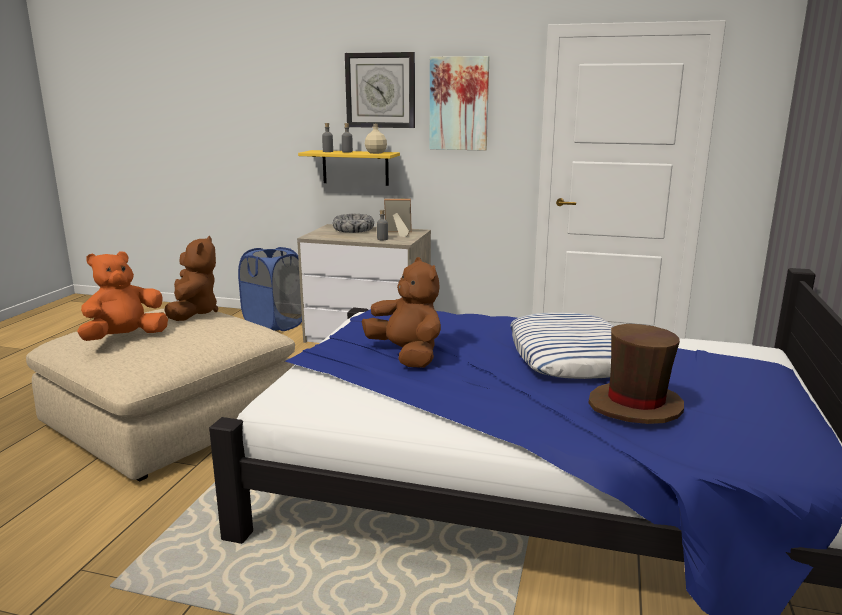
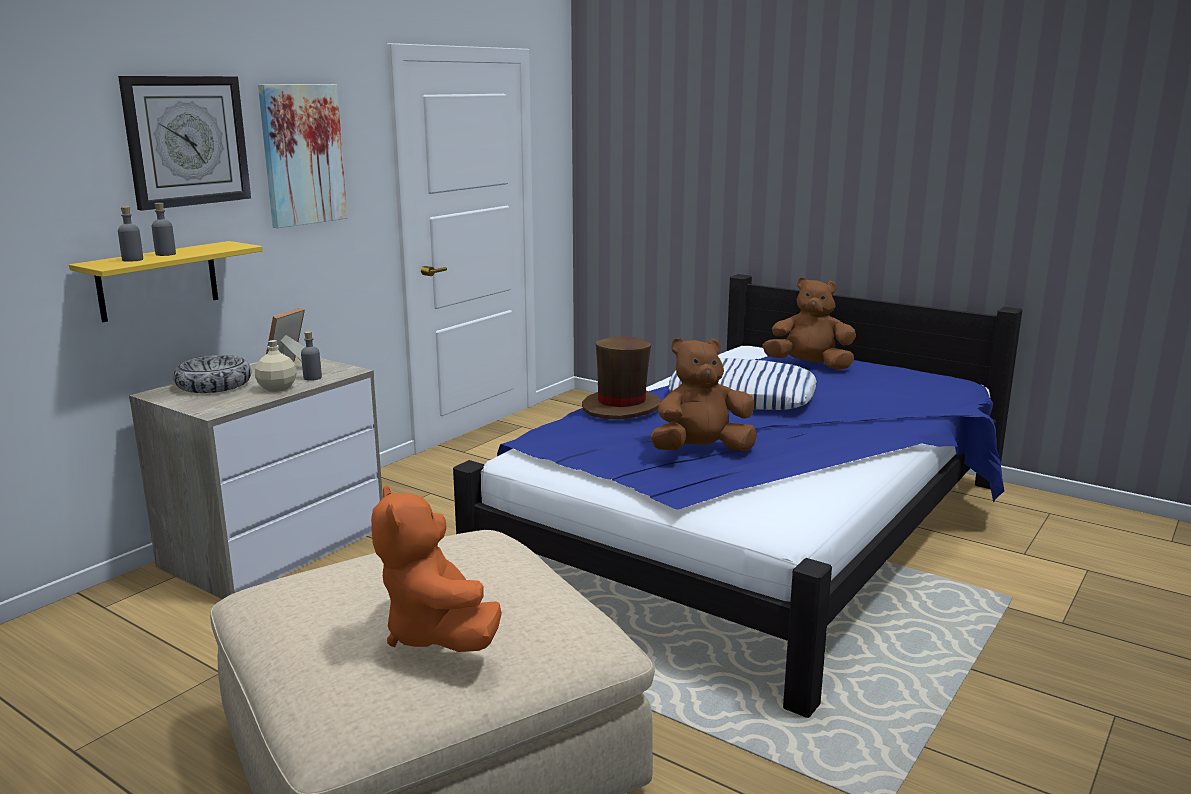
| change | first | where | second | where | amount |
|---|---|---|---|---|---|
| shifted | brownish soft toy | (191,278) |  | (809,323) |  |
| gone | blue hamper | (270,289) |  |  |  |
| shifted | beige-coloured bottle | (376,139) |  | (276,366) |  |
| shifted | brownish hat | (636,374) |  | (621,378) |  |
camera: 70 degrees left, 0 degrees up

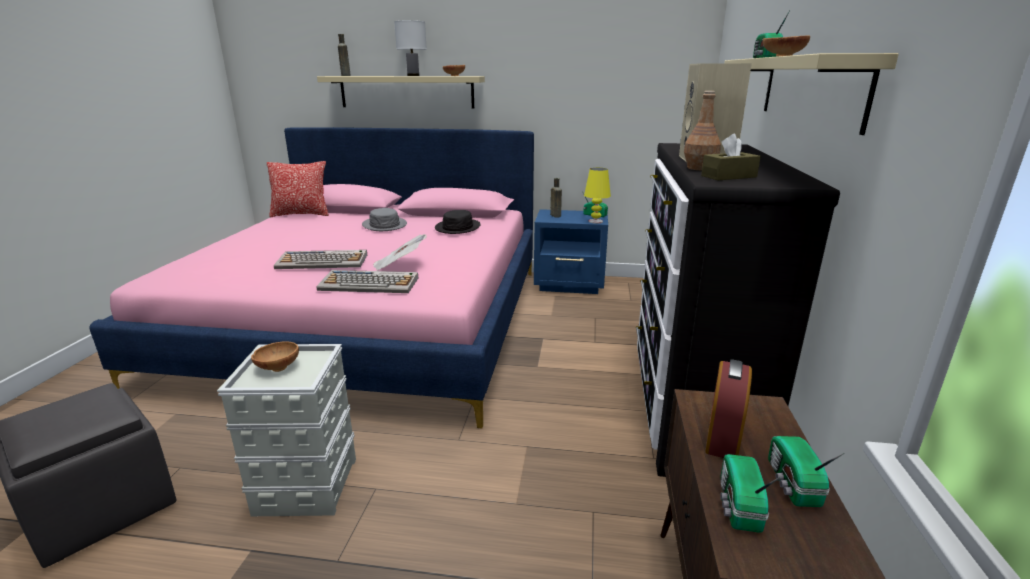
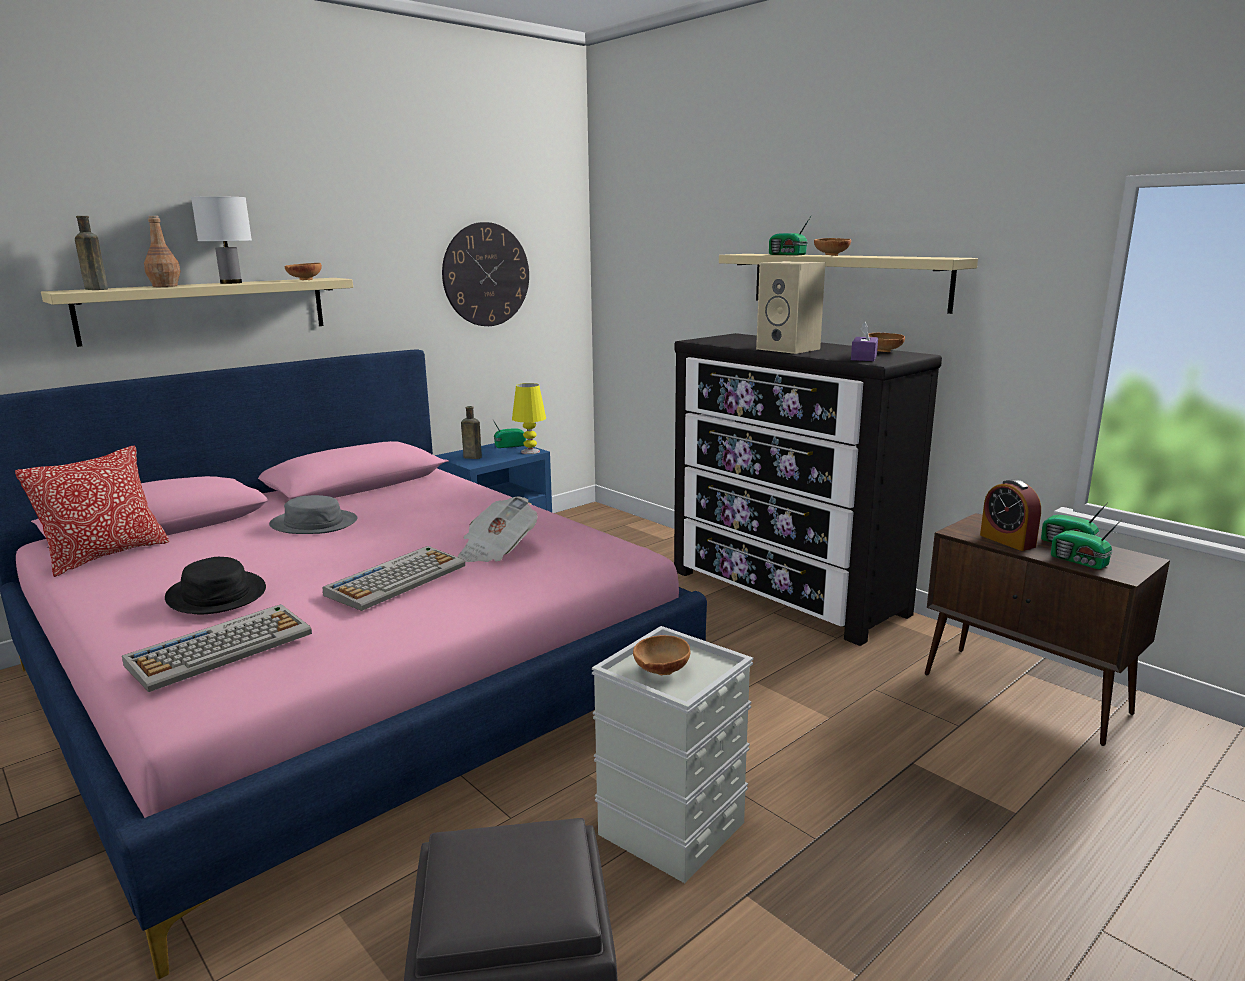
| change | first | where | second | where | amount |
|---|---|---|---|---|---|
| shifted | PC keyboard | (367,281) |  | (217,648) |  |
| shifted | black-coloured hat | (458,222) |  | (215,585) |  |
| shifted | brownish bottle | (702,130) |  | (162,251) |  |
| repainted | brownish tissue box | (731,157) | purplish tissue box | (864,341) |  |
| new |  |  | wall clock | (485,274) |  |
| new |  |  | brownish serving bowl | (886,342) |  |
camera: 50 degrees left, 5 degrees down

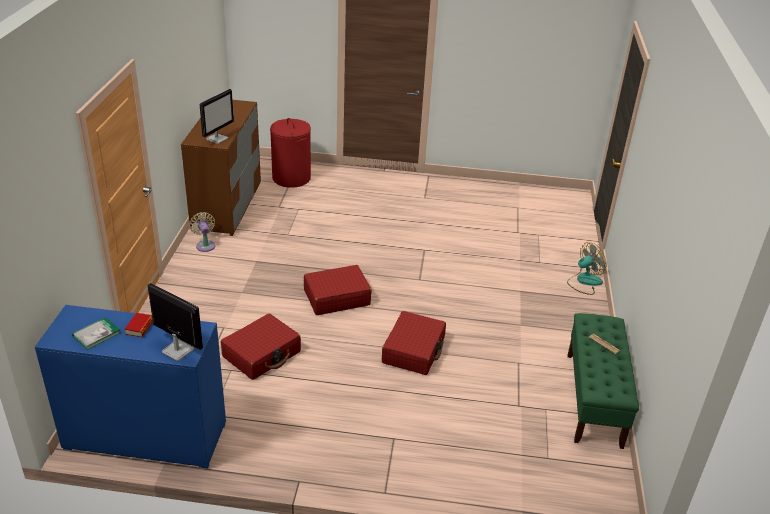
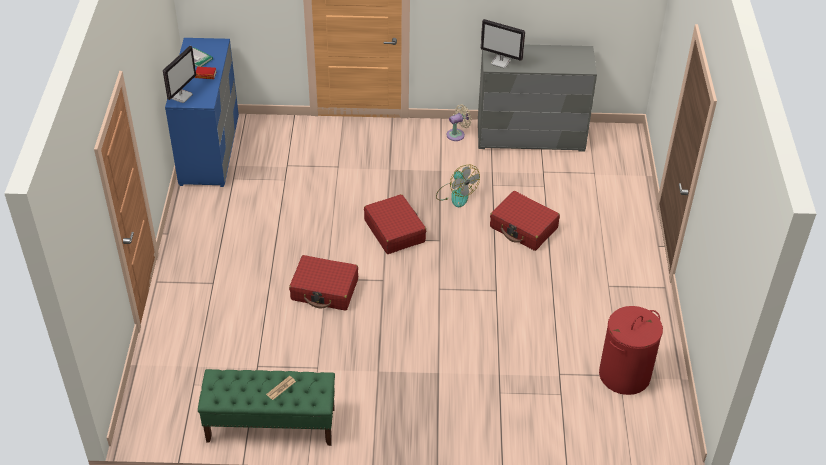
| change | first | where | second | where | amount |
|---|---|---|---|---|---|
| repainted | brownish dresser | (221,168) | grey dresser | (537,98) |  |
| shifted | red-coloured suitcase | (261,346) |  | (525,221) |  |
| shifted | red-coloured hamper | (290,153) |  | (631,350) |  |
| shifted | fan | (586,268) |  | (458,186) |  |
camera: 85 degrees right, 10 degrees up

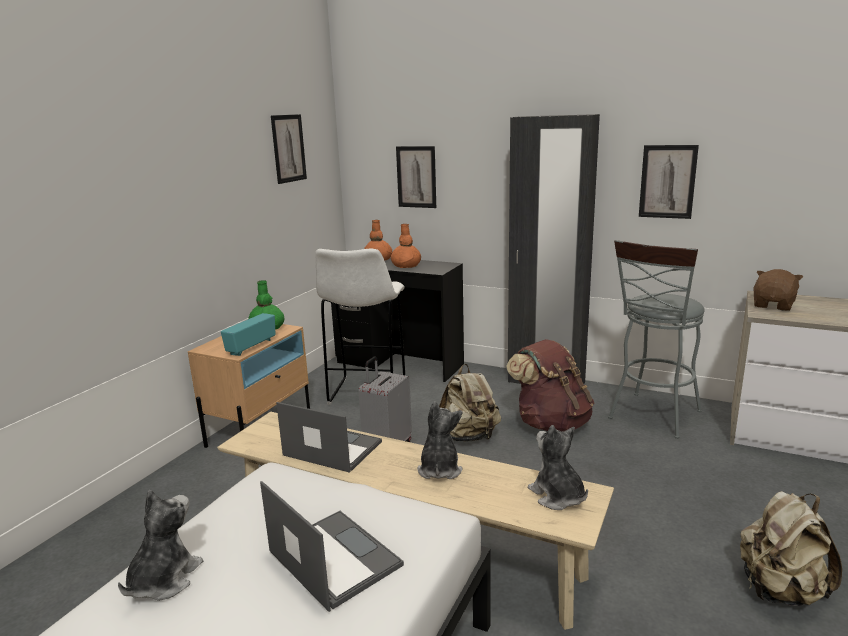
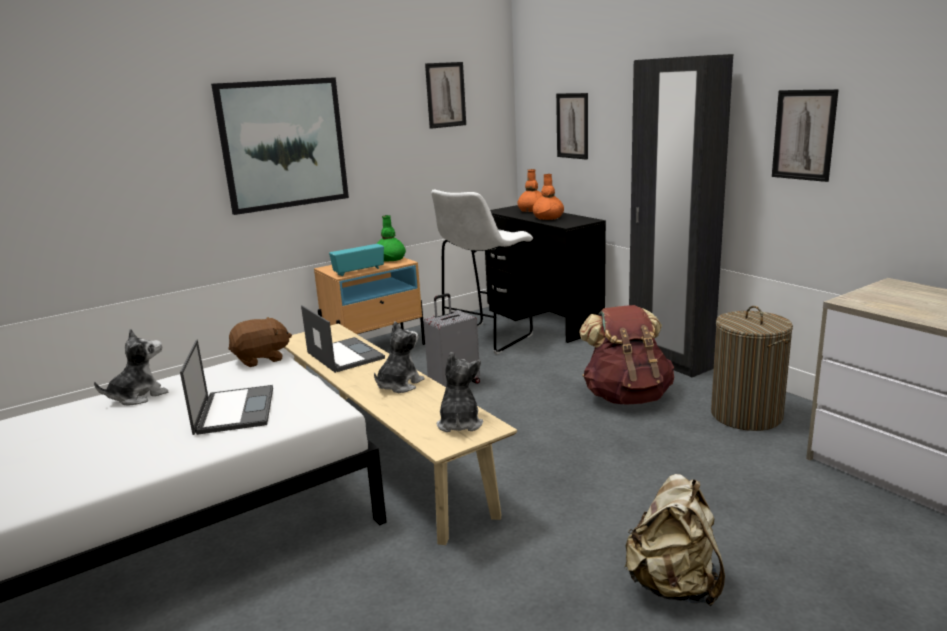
| change | first | where | second | where | amount |
|---|---|---|---|---|---|
| gone | beige-coloured rucksack | (470,403) |  |  |  |
| swapped | grey stool | (656,339) | hamper | (752,368) |  |
| shifted | brownish soft toy | (778,290) |  | (260,342) |  |
| new |  |  | wall art | (280,146) |  |
camera: 30 degrees right, 0 degrees up

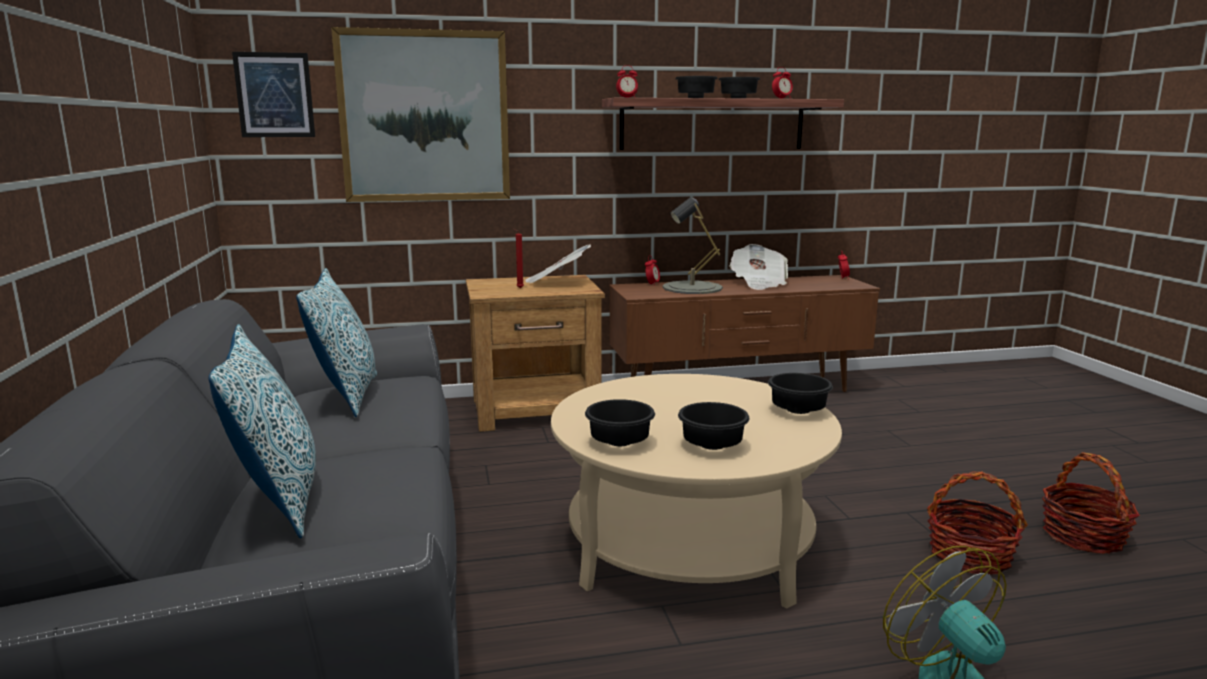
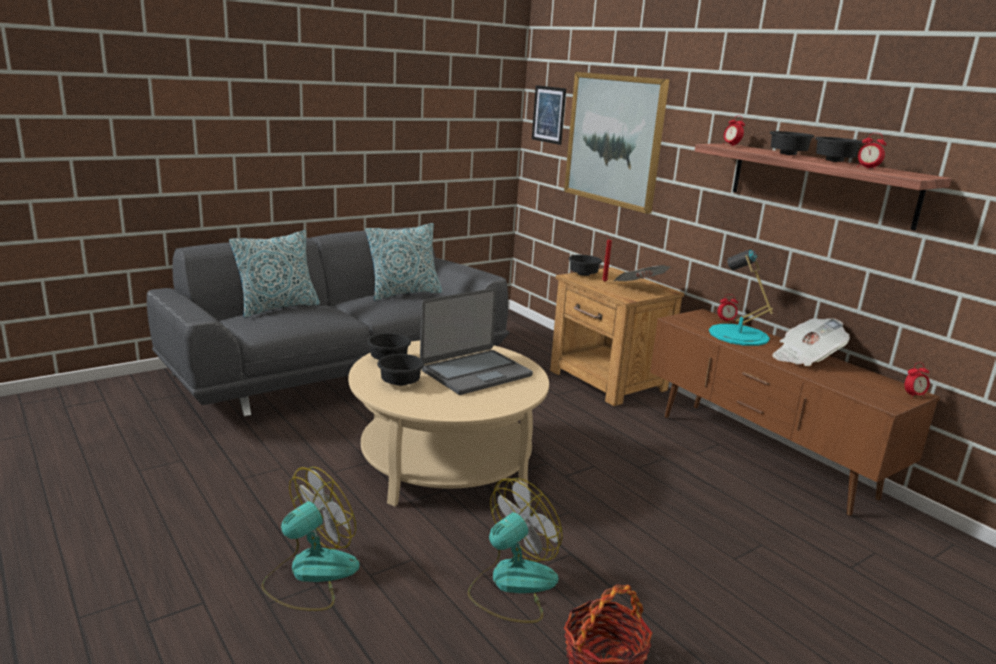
| change | first | where | second | where | amount |
|---|---|---|---|---|---|
| repainted | grey table lamp | (692,245) | turquoise table lamp | (741,297) |  |
| shifted | black-coloured serving bowl | (800,393) |  | (585,265) |  |
| swapped | household basket | (977,523) | fan | (515,550) |  |
| new |  |  | portable computer | (476,341) |  |
camera: 65 degrees right, 5 degrees up

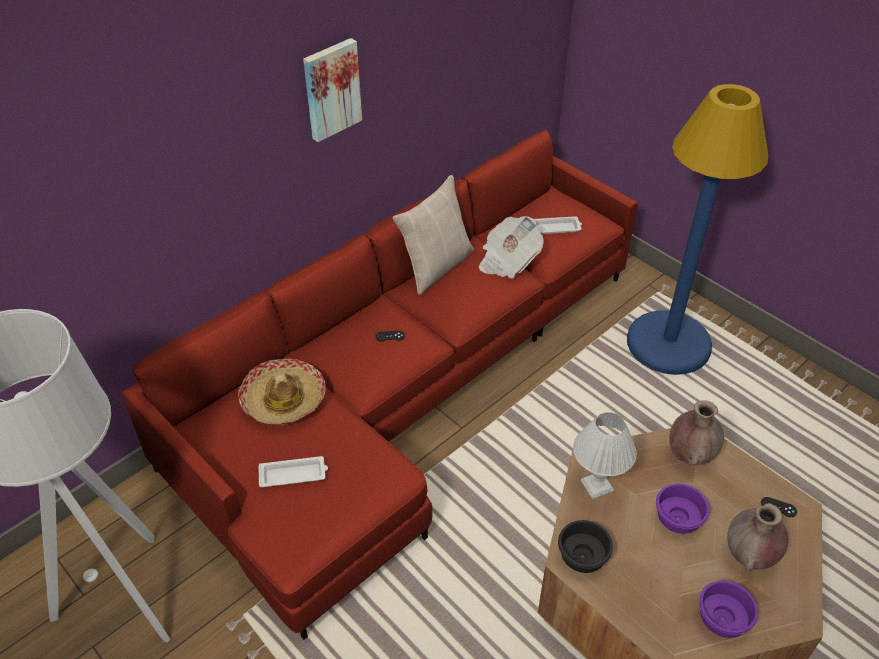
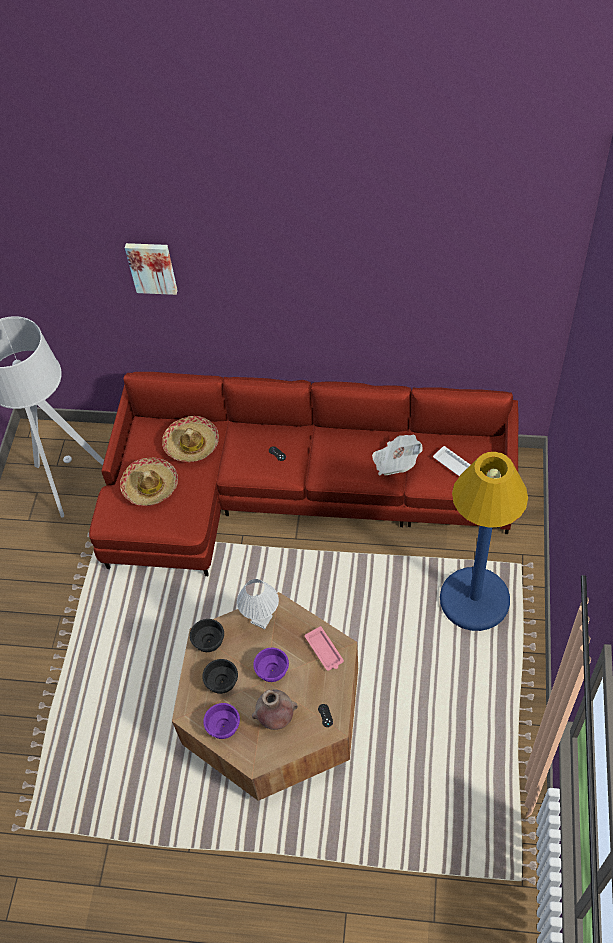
| change | first | where | second | where | amount |
|---|---|---|---|---|---|
| swapped | white serving tray | (293,471) | hat | (149,482) |  |
| shifted | wall art | (332,90) |  | (151,269) |  |
| gone | beige-coloured throw pillow | (433,235) |  |  |  |
| swapped | brownish vase | (696,432) | pink serving tray | (324,648) |  |
| new |  |  | black-coloured serving bowl | (220,676) |  |
camera: 55 degrees right, 10 degrees up

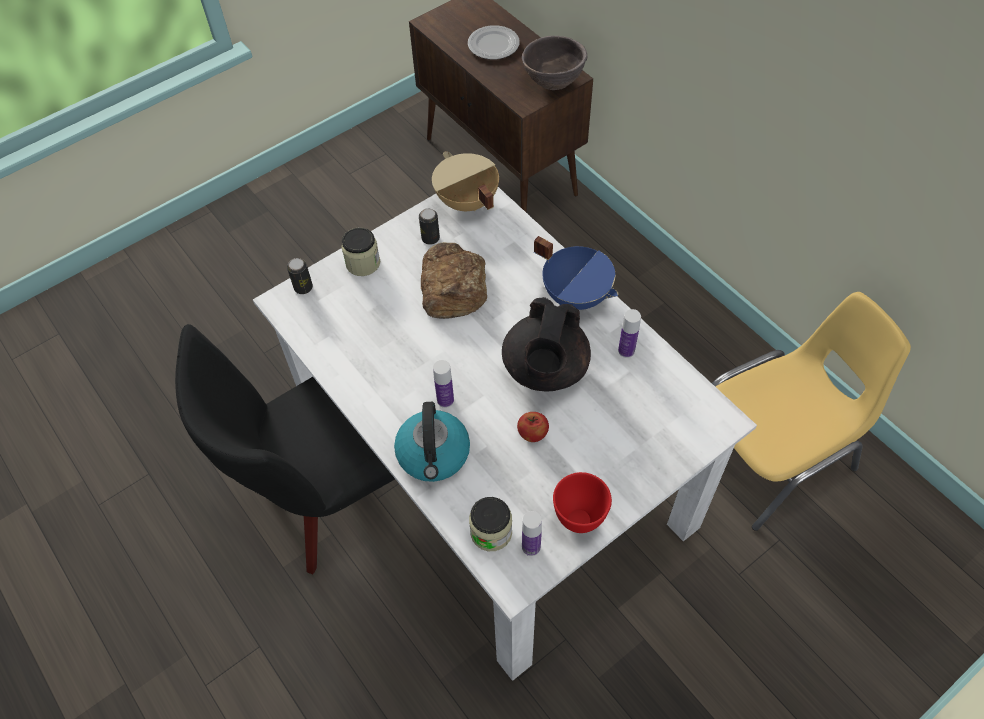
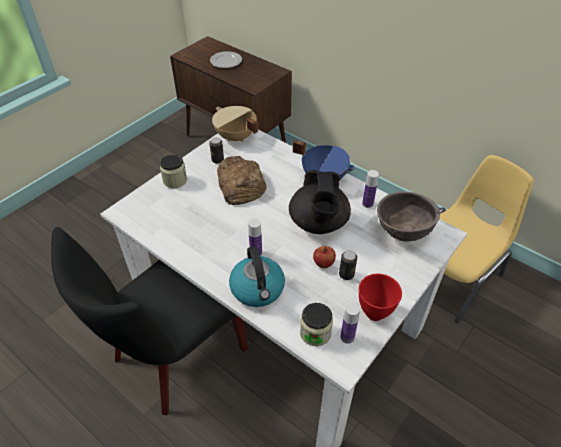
| change | first | where | second | where | amount |
|---|---|---|---|---|---|
| shifted | can | (300,276) |  | (348,265) |  |
| shifted | brownish serving bowl | (555,63) |  | (408,216) |  |
camera: 15 degrees left, 10 degrees down

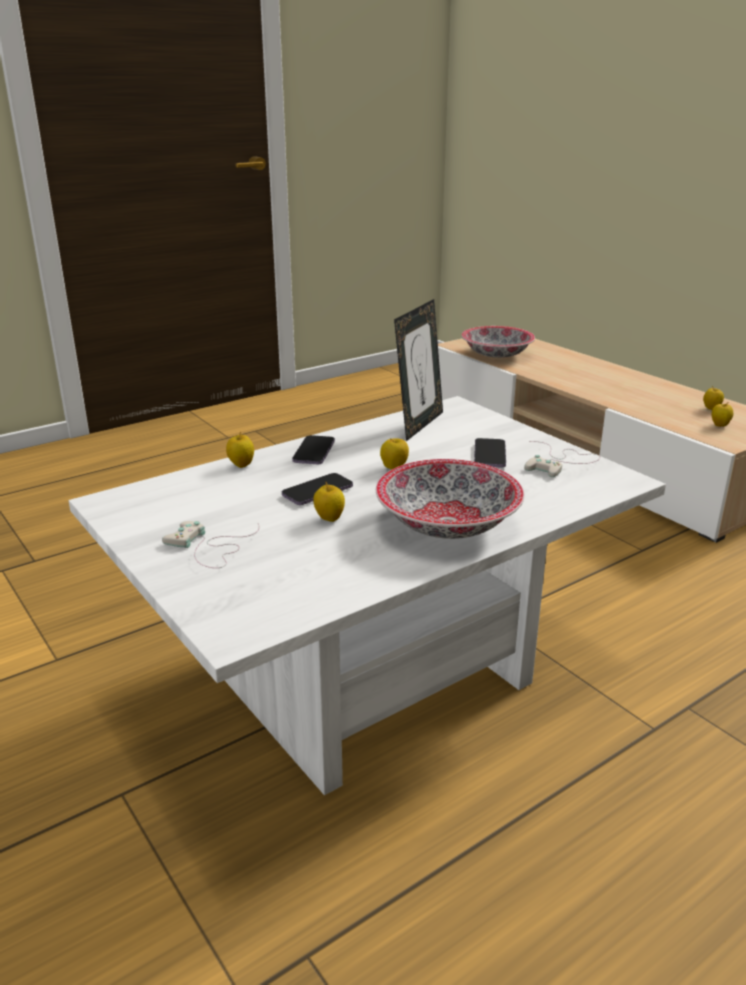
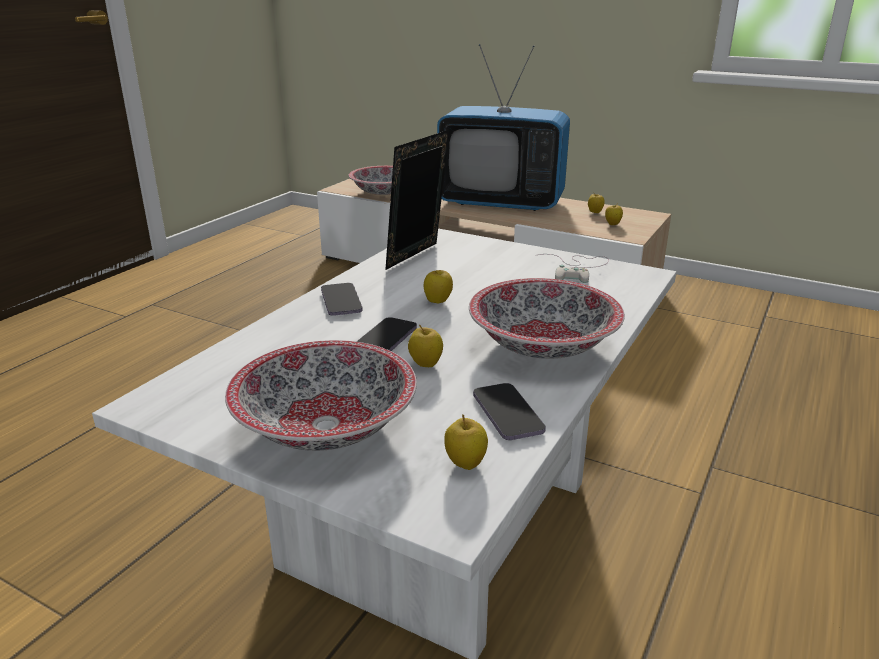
| change | first | where | second | where | amount |
|---|---|---|---|---|---|
| swapped | white joypad | (211,544) | serving bowl | (321,395) |  |
| shifted | apple fruit | (240,449) |  | (466,442) |  |
| rotated | photo frame | (418,370) |  | (417,200) | 150 degrees counterclockwise |
| shifted | telephone | (490,452) |  | (509,411) |  |
| new |  |  | TV | (503,127) |  |
camera: 25 degrees left, 0 degrees up

